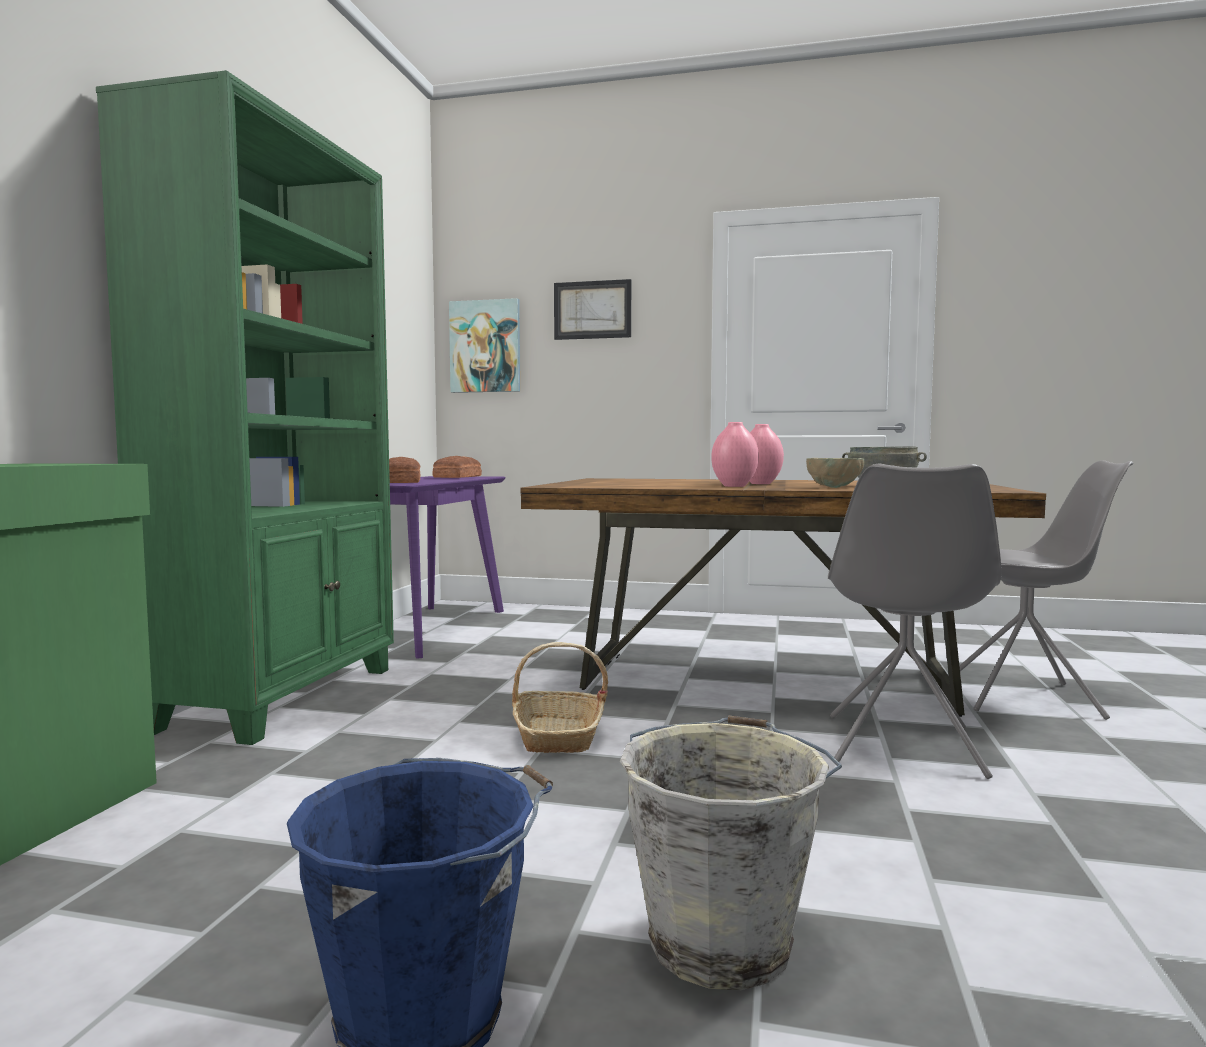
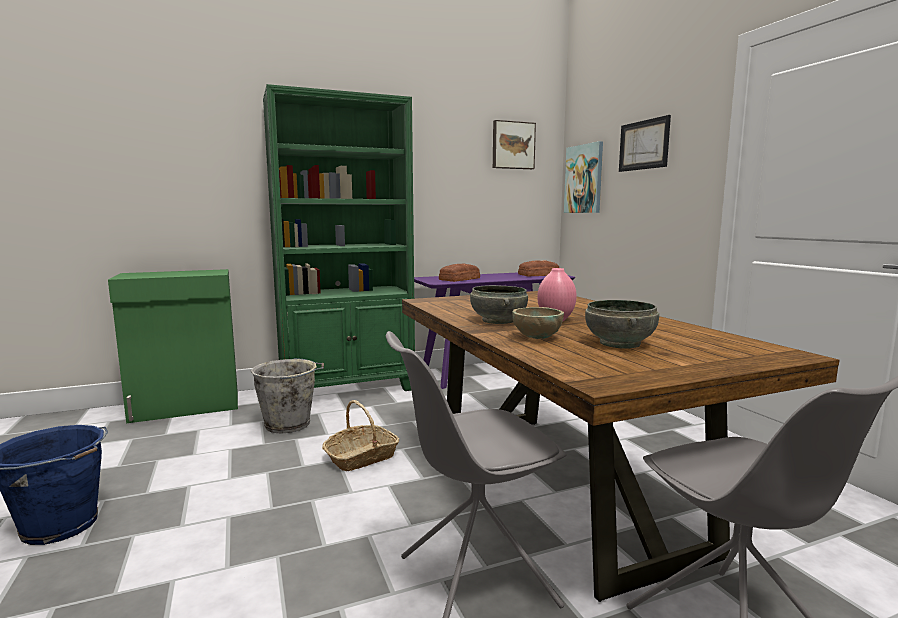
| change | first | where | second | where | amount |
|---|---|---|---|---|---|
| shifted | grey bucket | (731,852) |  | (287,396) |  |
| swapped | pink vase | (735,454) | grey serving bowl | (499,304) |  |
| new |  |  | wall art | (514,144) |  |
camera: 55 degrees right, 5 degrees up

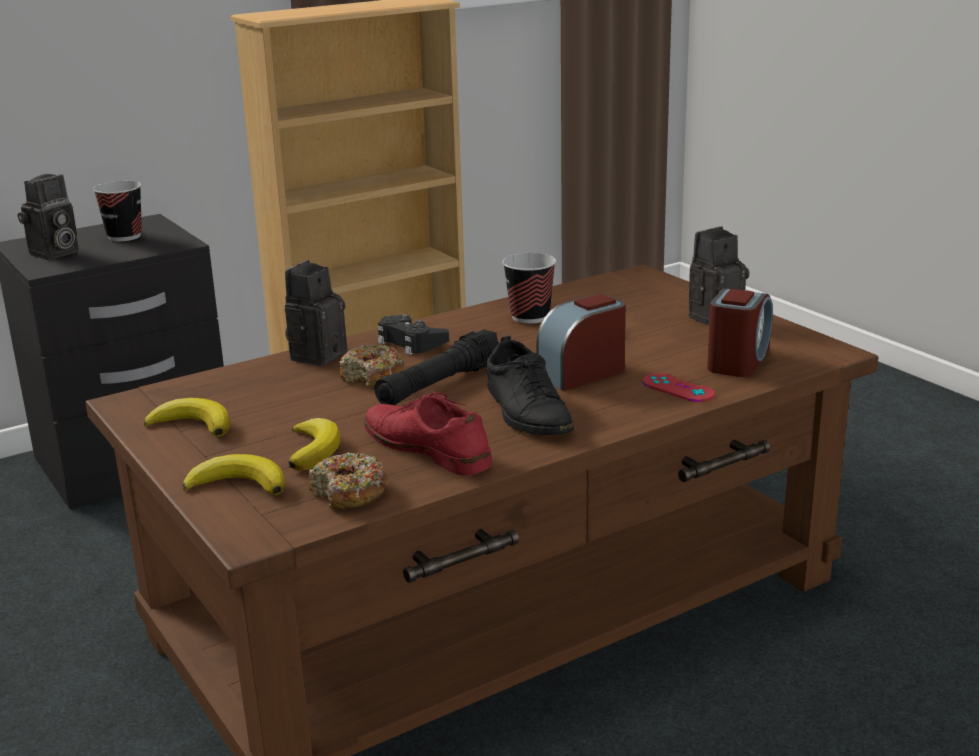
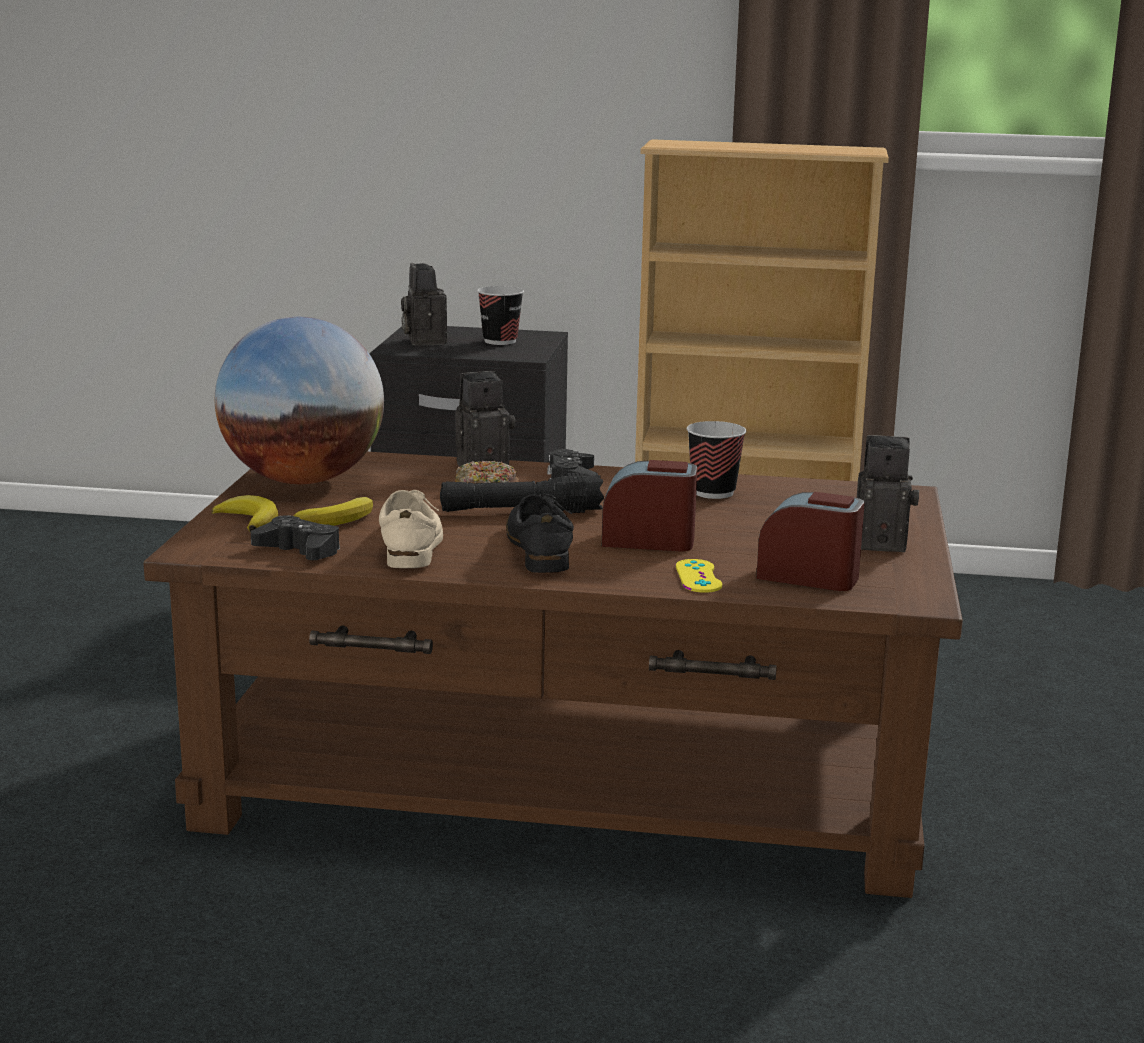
| change | first | where | second | where | amount |
|---|---|---|---|---|---|
| rotated | photo camera | (48,217) |  | (424,304) | 90 degrees clockwise |
| swapped | whole banana | (187,417) | globe | (299,400) |  |
| swapped | doughnut | (348,481) | black-coloured joypad | (295,537) |  |
| repainted | red-coloured low shoe | (428,434) | beige-coloured low shoe | (411,529) |  |
| rotated | black-coloured low shoe | (530,385) |  | (540,533) | 150 degrees clockwise |
| repainted | red-coloured joypad | (679,387) | yellow-coloured joypad | (699,576) |  |
| rotated | table clock | (740,333) |  | (810,541) | 135 degrees counterclockwise |
camera: 40 degrees right, 5 degrees down

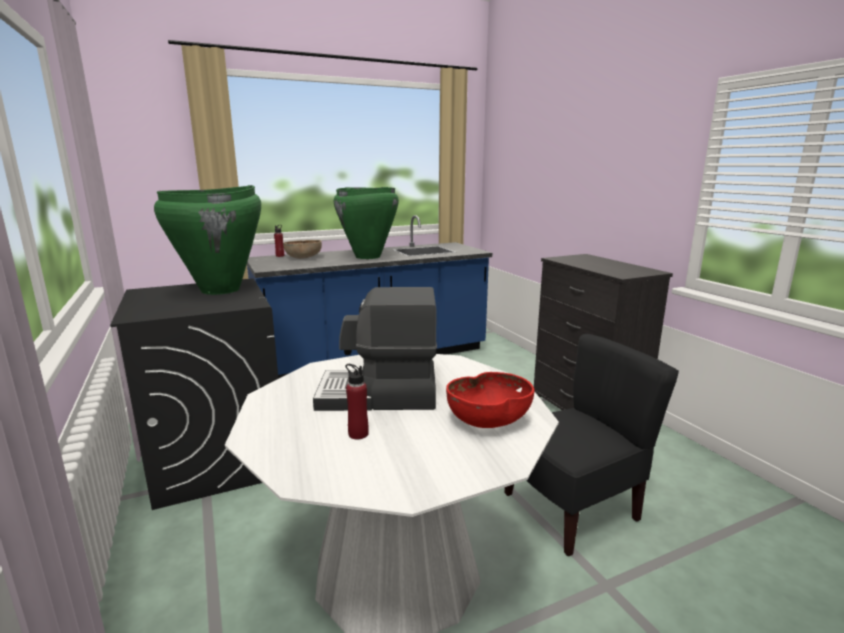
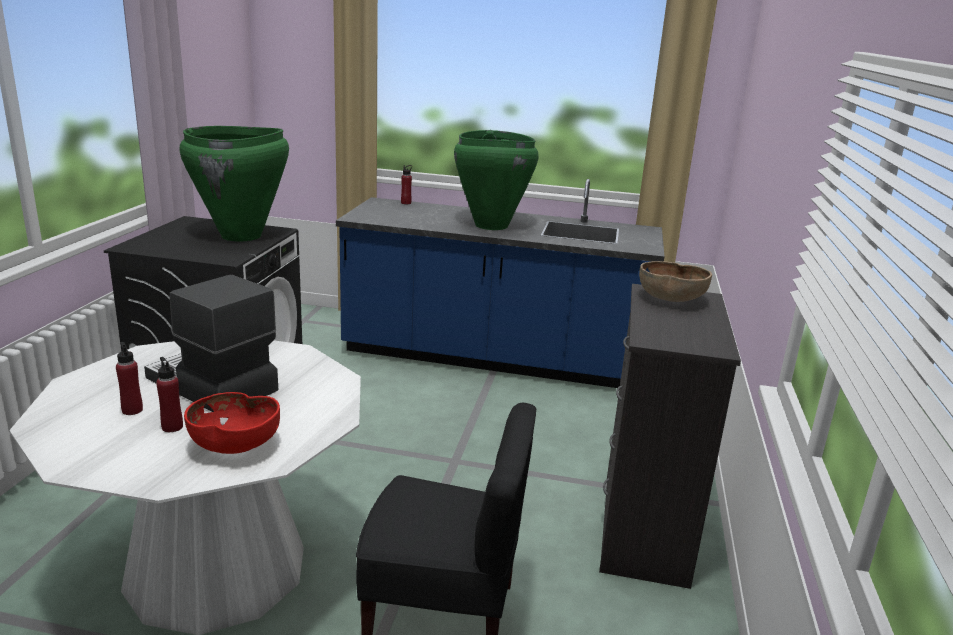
| change | first | where | second | where | amount |
|---|---|---|---|---|---|
| shifted | brownish serving bowl | (302,249) |  | (675,281) |  |
| new |  |  | red-coloured bottle | (169,394) |  |
camera: 35 degrees right, 5 degrees up

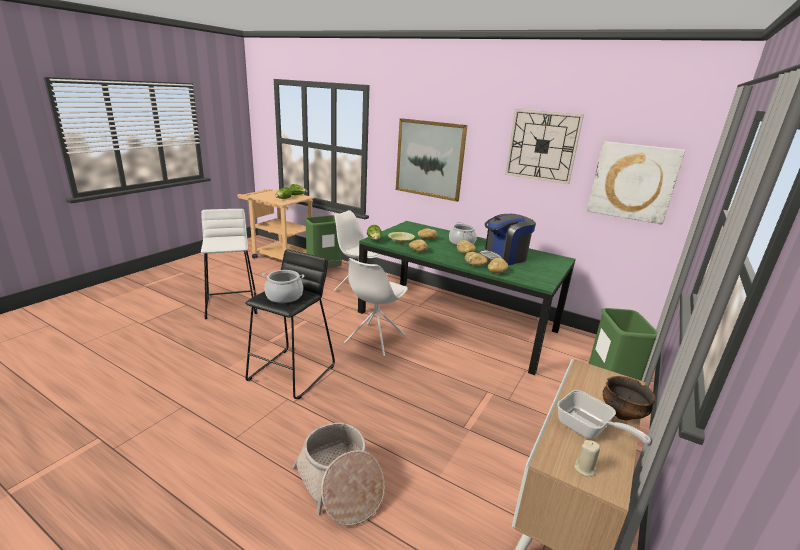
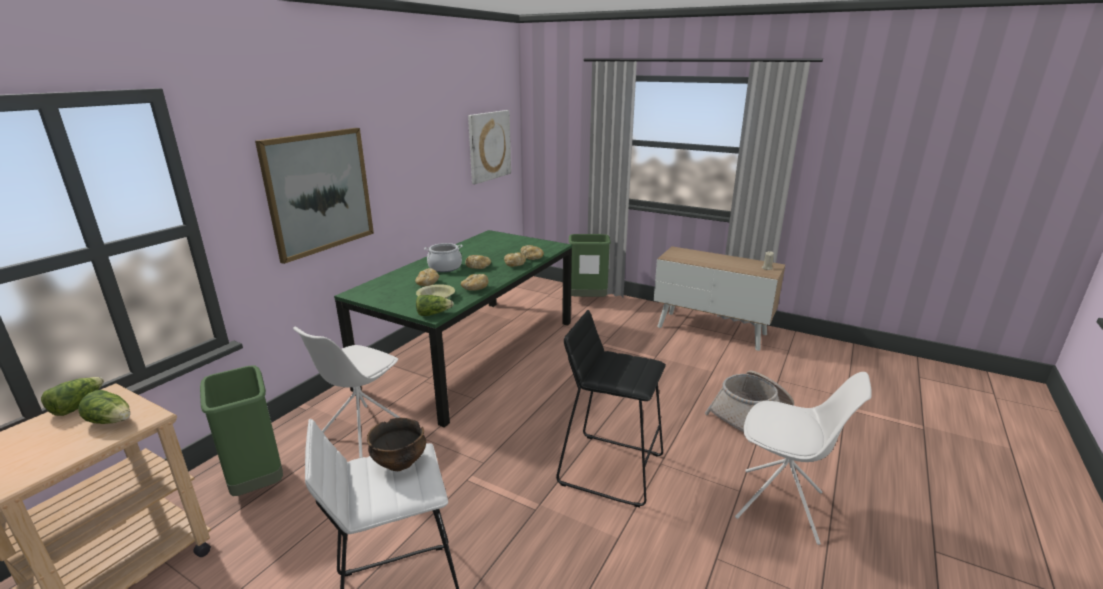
| change | first | where | second | where | amount |
|---|---|---|---|---|---|
| gone | stockpot | (283,287) |  |  |  |
| shifted | white plain chair | (376,307) |  | (803,458) |  |
| gone | coffee machine | (507,239) |  |  |  |
| gone | wall clock | (544,146) |  |  |  |
| gone | frying pan | (604,417) |  |  |  |
| shifted | serving bowl | (629,398) |  | (396,444) |  |
camera: 90 degrees left, 0 degrees up

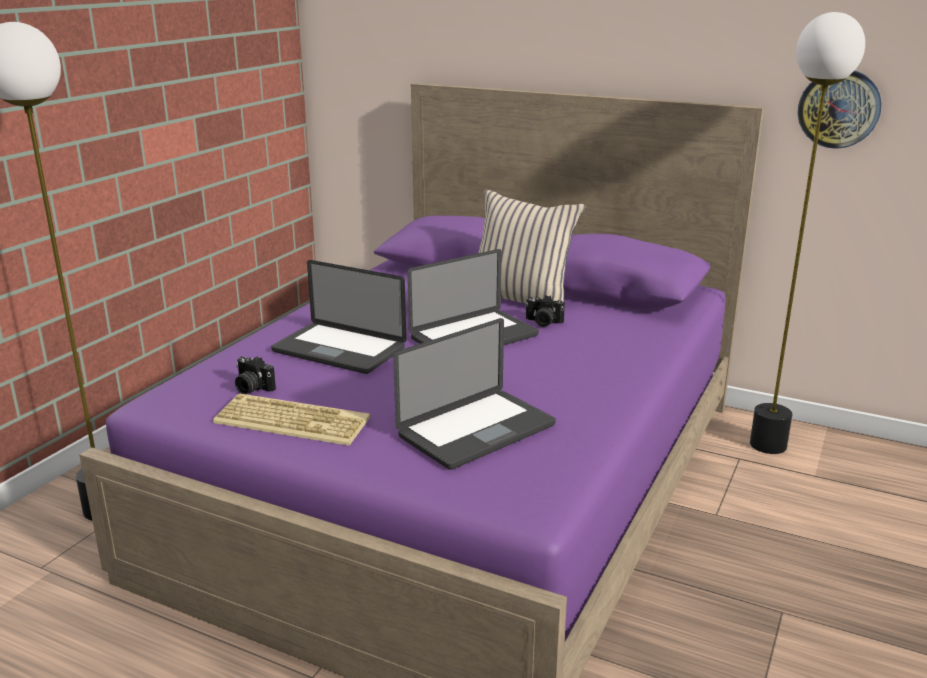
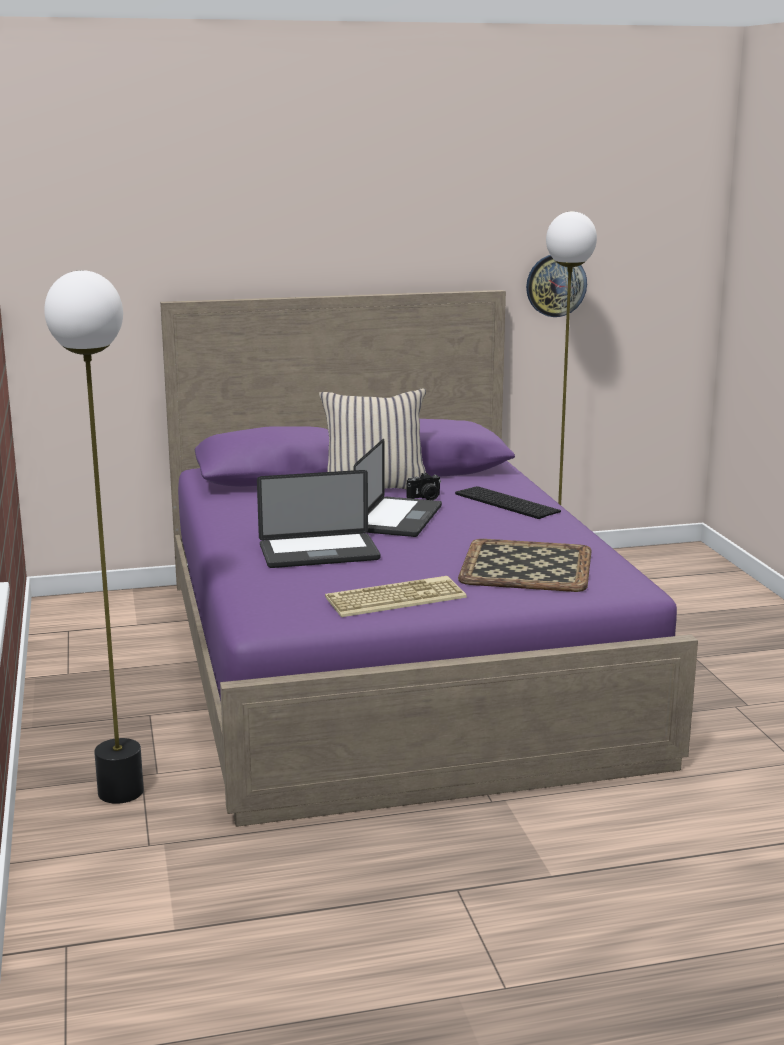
| change | first | where | second | where | amount |
|---|---|---|---|---|---|
| gone | photo camera | (255,375) |  |  |  |
| swapped | portable computer | (474,394) | serving tray | (525,565) |  |
| new |  |  | PC keyboard | (508,502) |  |
camera: 40 degrees left, 5 degrees down

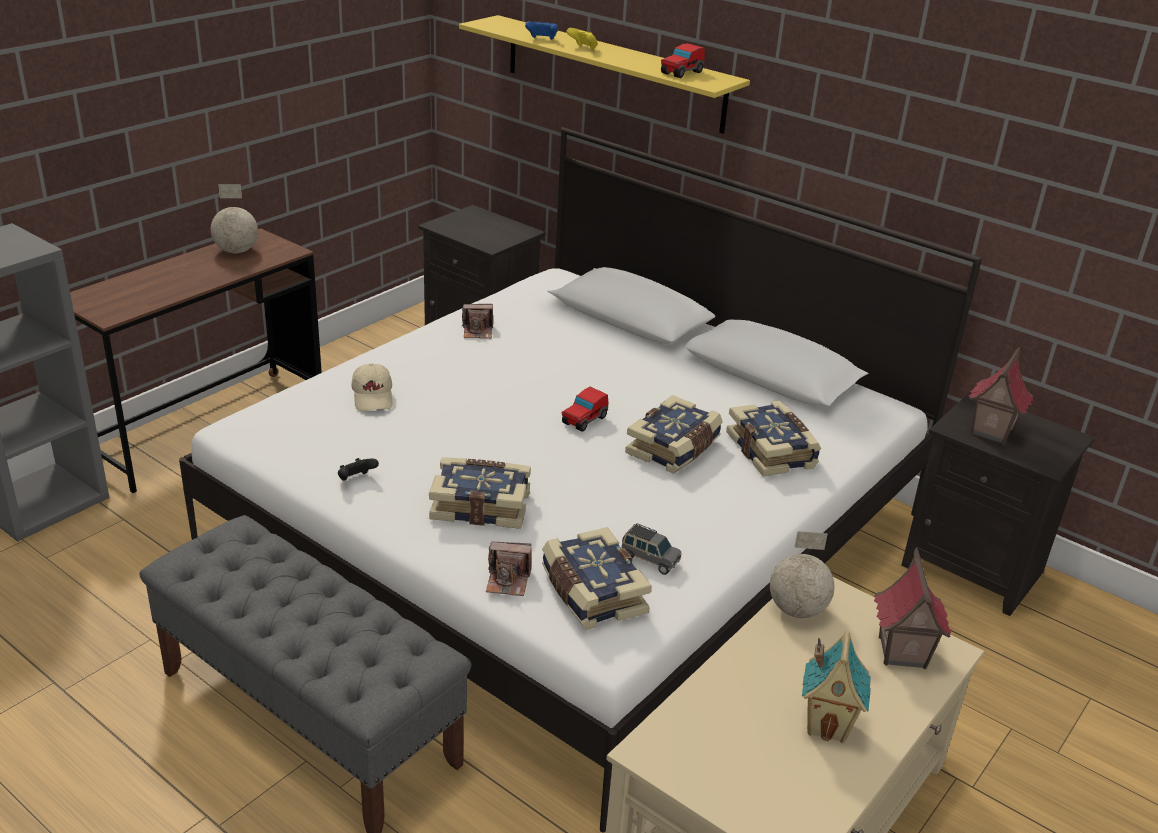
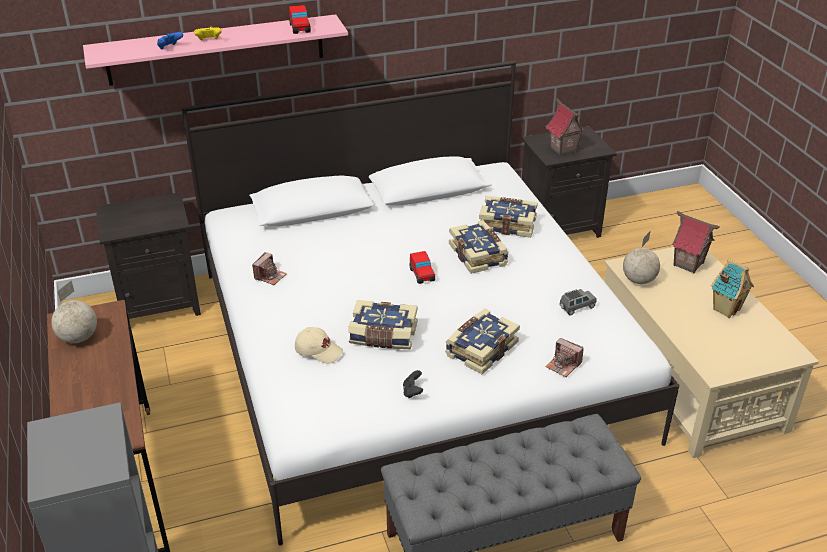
| change | first | where | second | where | amount |
|---|---|---|---|---|---|
| repainted | yellow-coloured wall shelf | (604,74) | pink wall shelf | (215,50) |  |
| rotated | photo camera | (509,569) |  | (564,357) | 90 degrees clockwise |
| shifted | volume | (597,578) |  | (382,324) |  |
camera: 55 degrees left, 5 degrees up

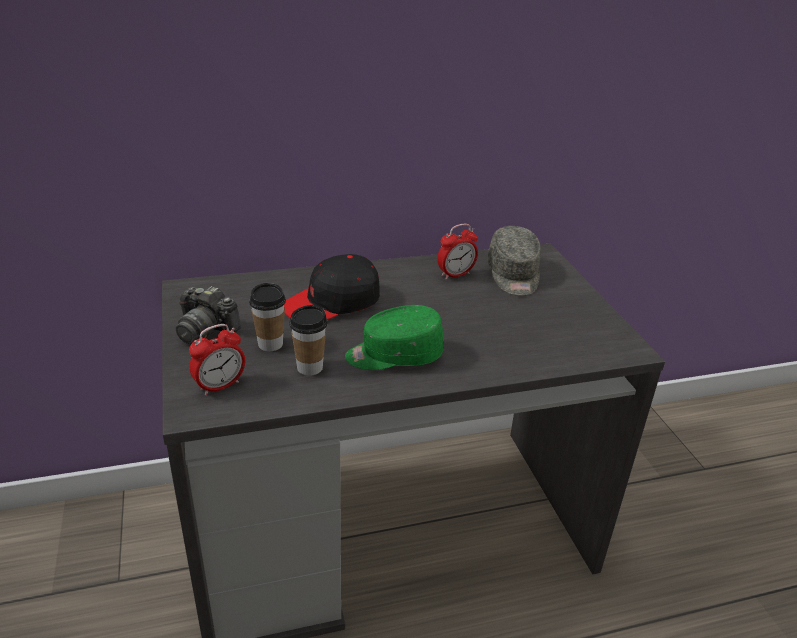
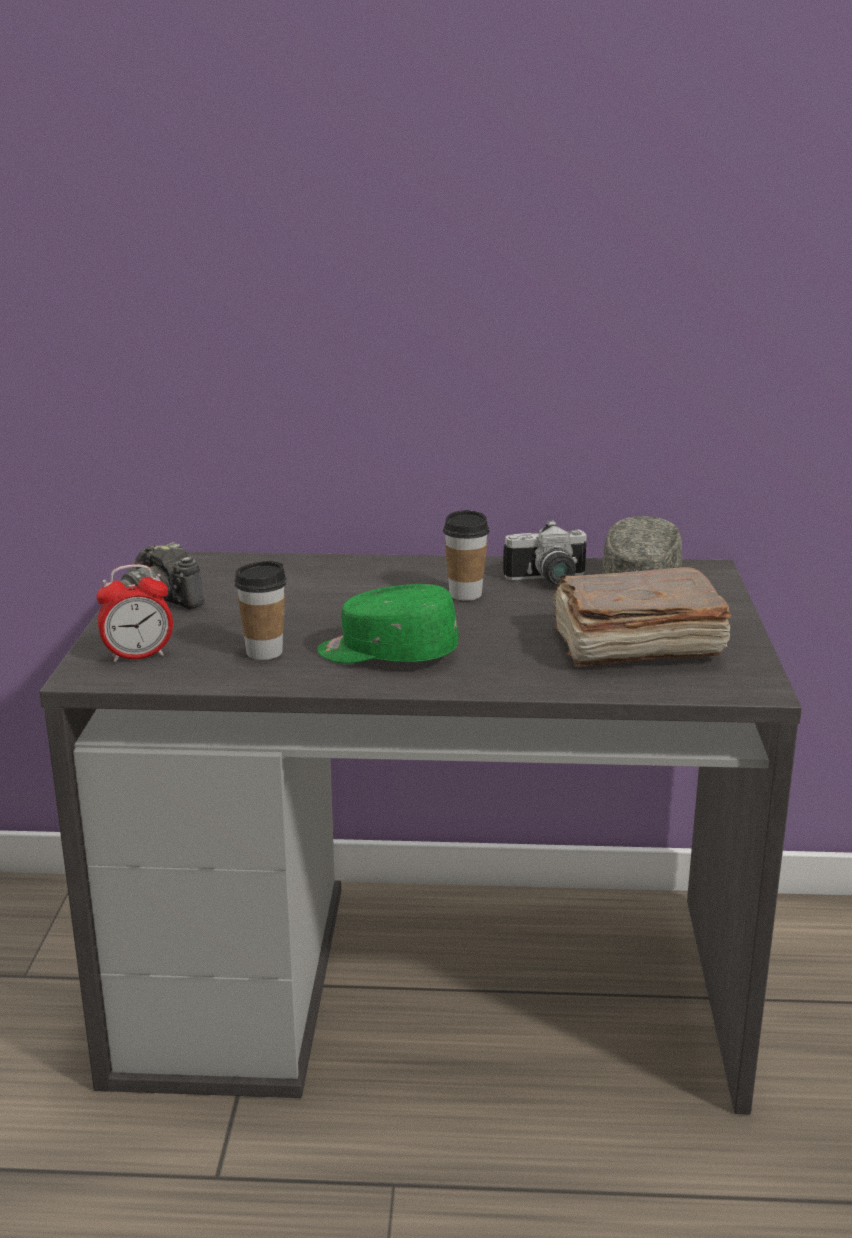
| change | first | where | second | where | amount |
|---|---|---|---|---|---|
| shifted | cup | (267,317) |  | (466,555) |  |
| gone | black-coloured cap | (332,287) |  |  |  |
| swapped | table clock | (457,252) | photo camera | (545,552) |  |
| new |  |  | brownish volume | (642,617) |  |
camera: 20 degrees right, 10 degrees down

